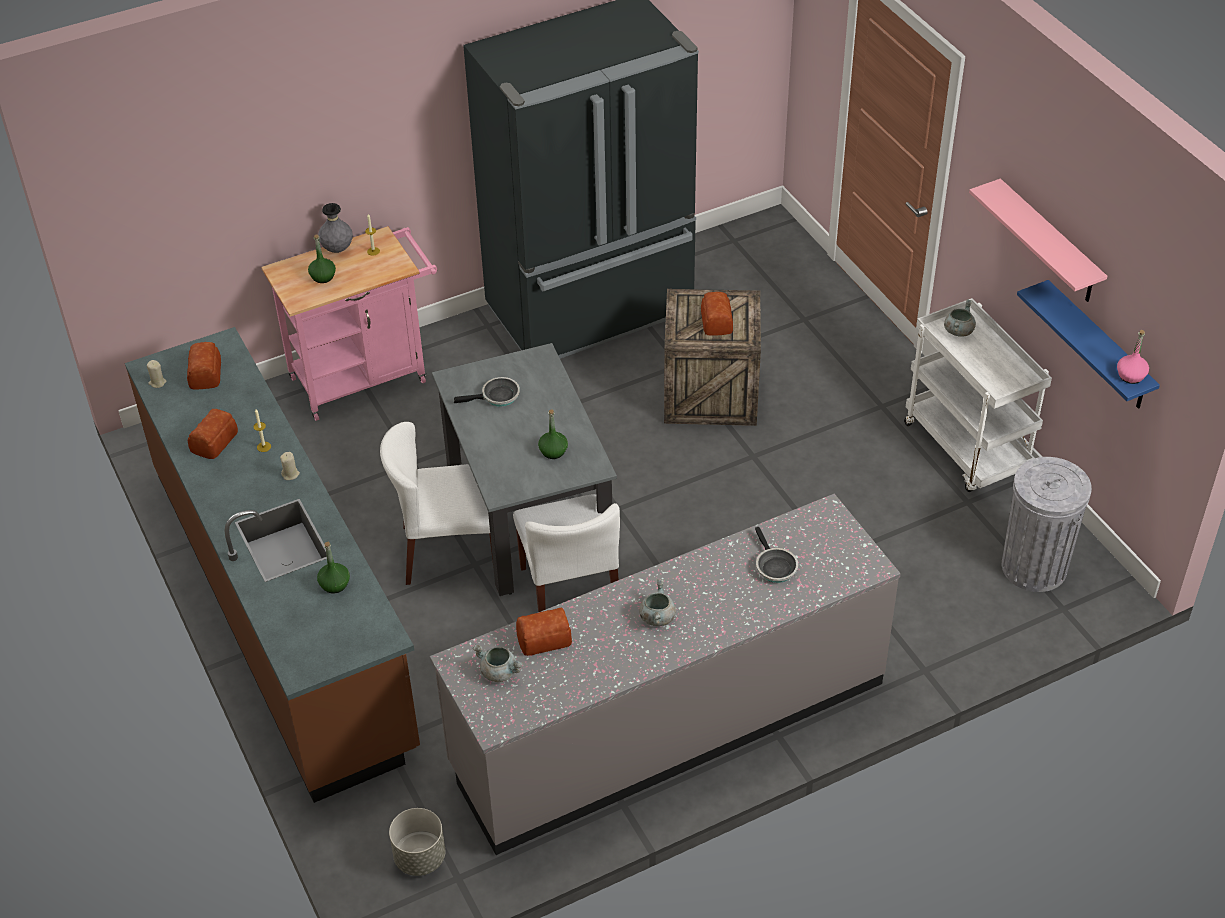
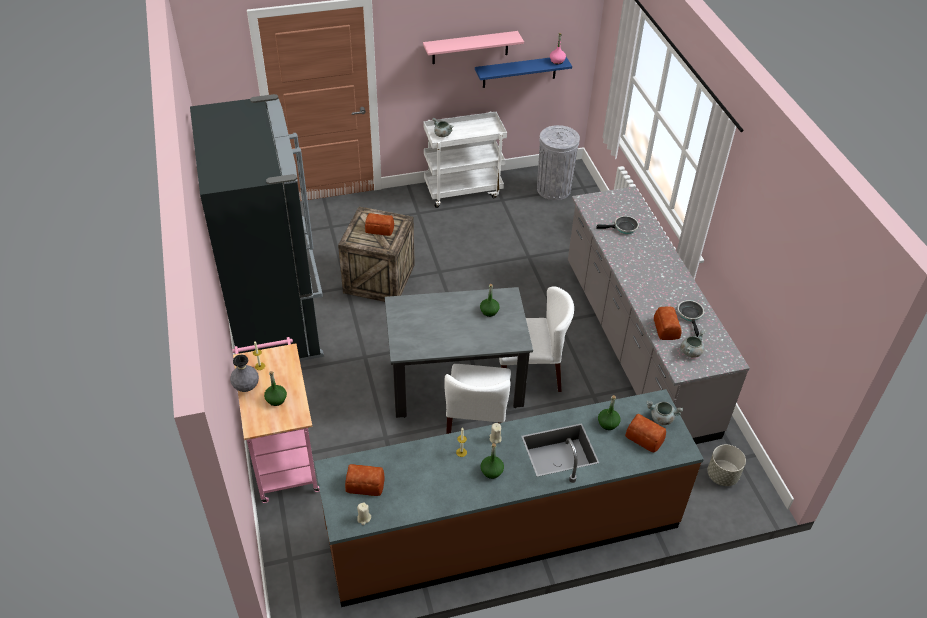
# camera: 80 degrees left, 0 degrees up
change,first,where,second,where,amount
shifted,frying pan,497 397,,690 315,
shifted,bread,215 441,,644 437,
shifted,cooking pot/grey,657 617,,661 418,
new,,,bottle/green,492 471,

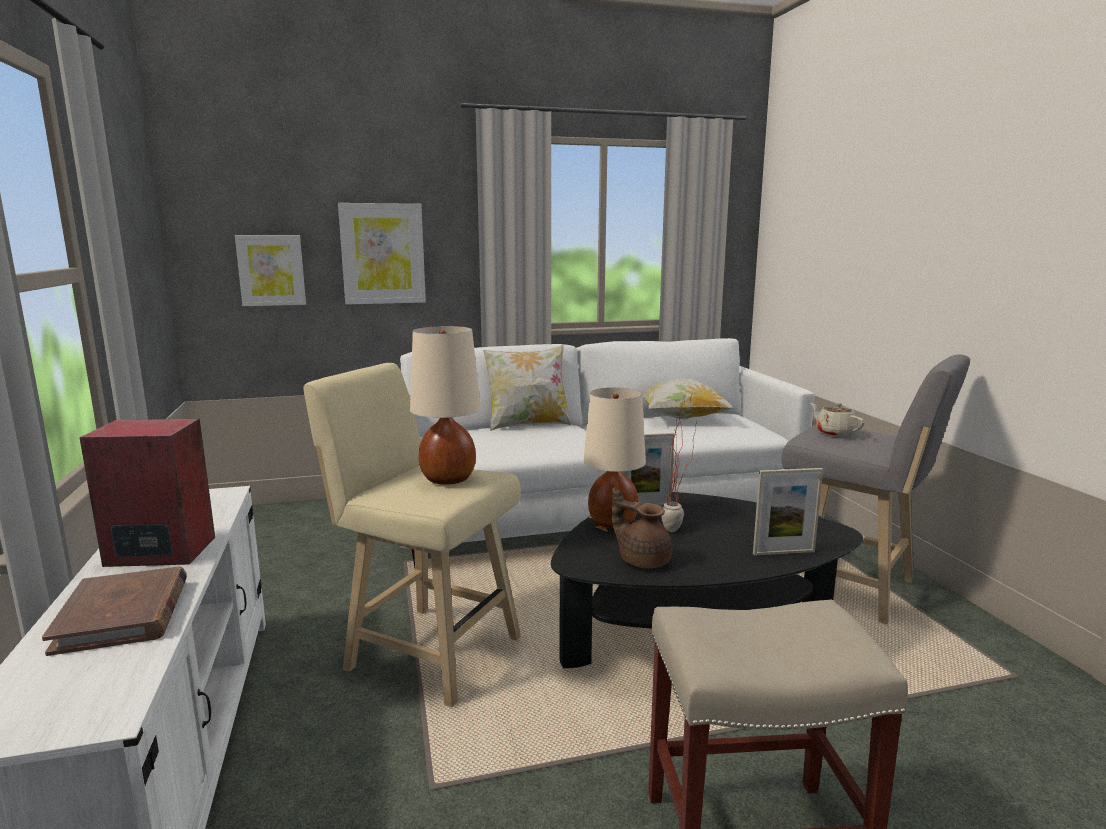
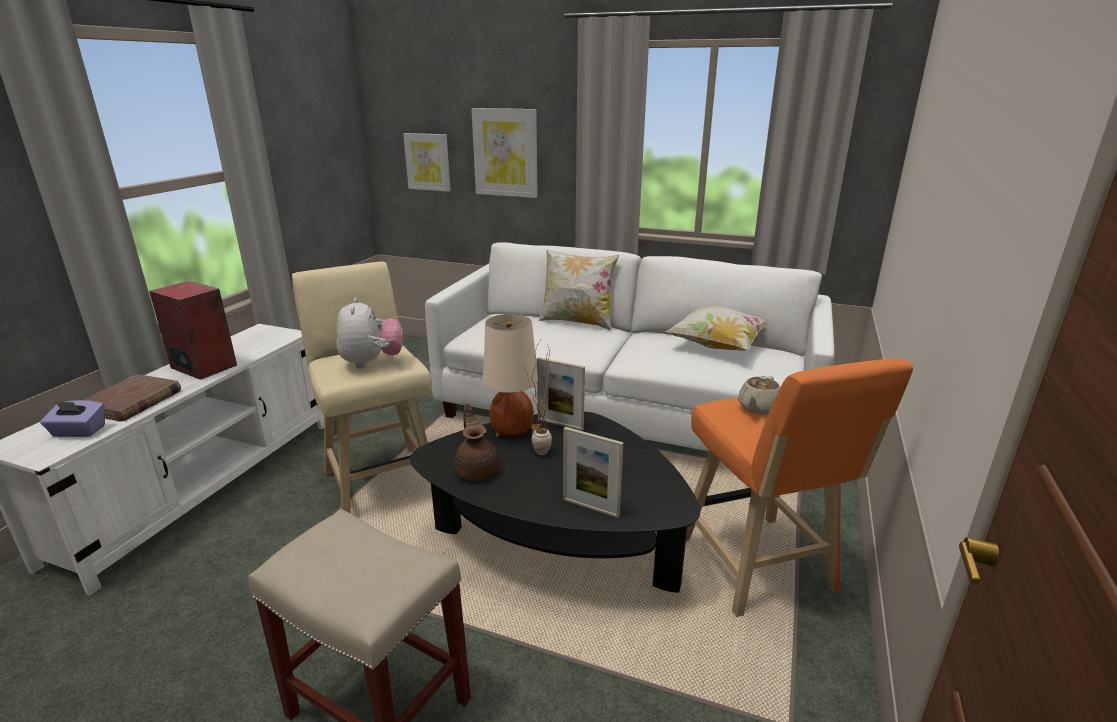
# camera: 35 degrees right, 10 degrees up
change,first,where,second,where,amount
swapped,table lamp/beige,447 479,plush toy,372 362,
repainted,stool/grey,852 588,stool/orange,760 570,
rotated,teapot/beige,834 433,,758 408,150 degrees counterclockwise
new,,,tissue box/purple,79 431,

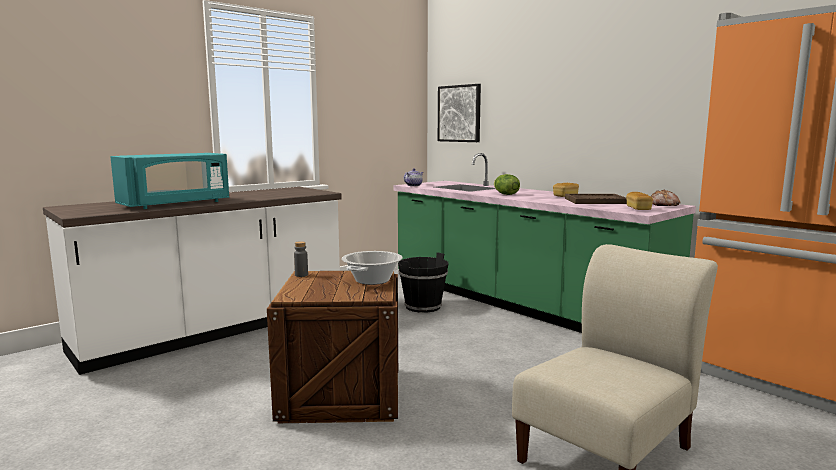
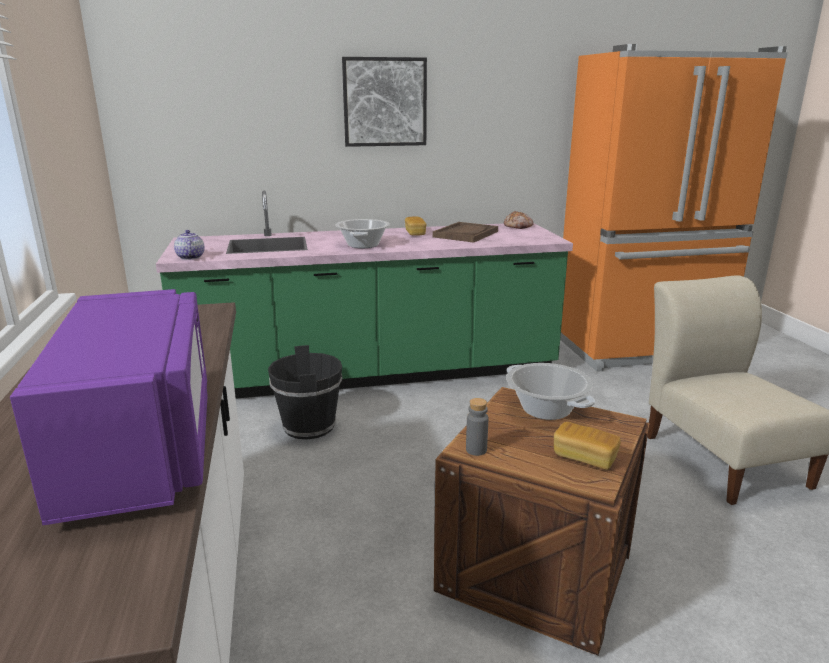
# camera: 60 degrees left, 10 degrees up
change,first,where,second,where,amount
shifted,picture,459 113,,384 102,
repainted,microwave/turquoise,176 204,microwave/purple,142 446,
swapped,lettuce,505 194,cooking pot,363 245,
shifted,bread,638 208,,584 458,

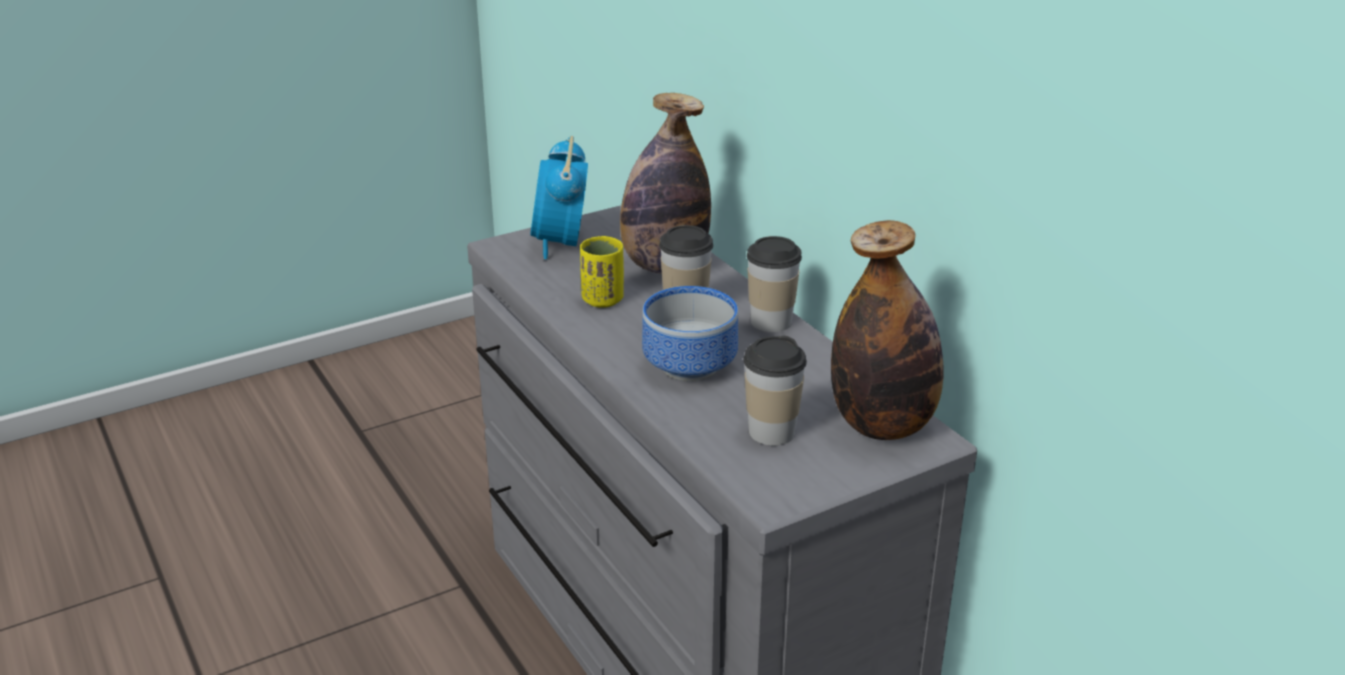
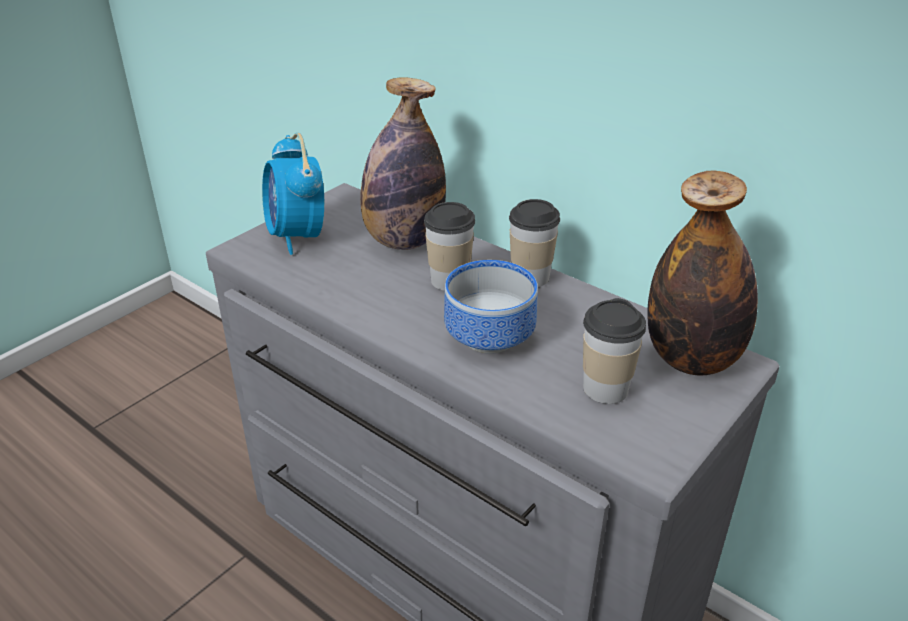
# camera: 20 degrees left, 5 degrees up
change,first,where,second,where,amount
gone,cup/yellow,603 300,,,

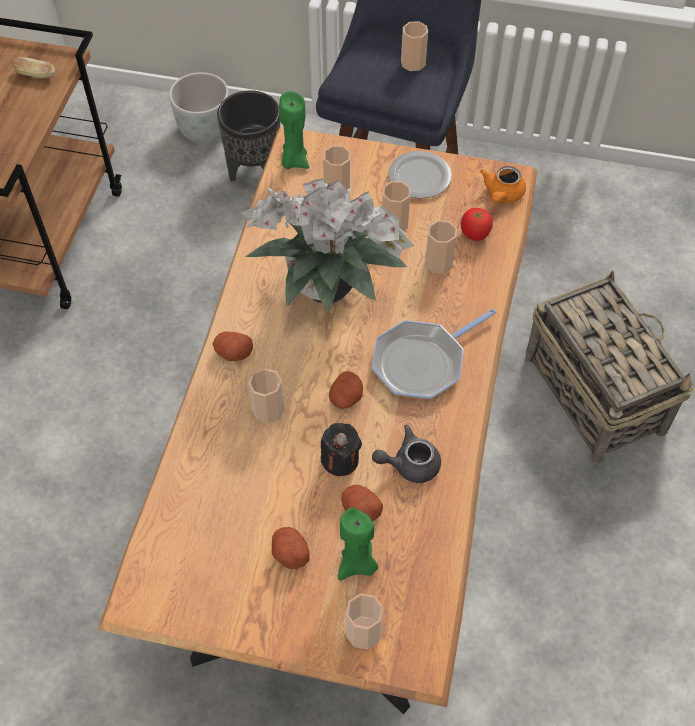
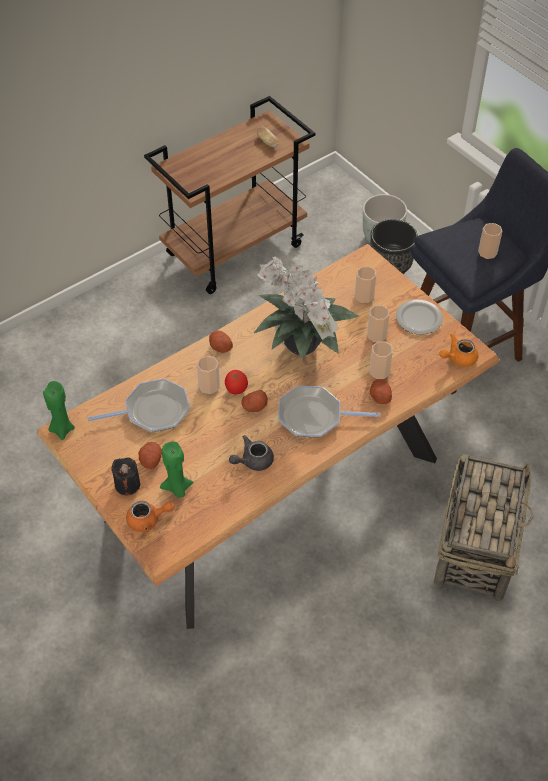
# camera: 40 degrees right, 5 degrees down
change,first,where,second,where,amount
shifted,candle/green,294 161,,62 429,
shifted,tomato,474 234,,236 389,
shifted,candle/black,340 460,,127 484,
rotated,teapot/grey,409 464,,252 461,60 degrees counterclockwise
shifted,potato,360 509,,380 396,
swapped,cup,363 632,teapot/orange,148 520,
new,,,frying pan,153 411,

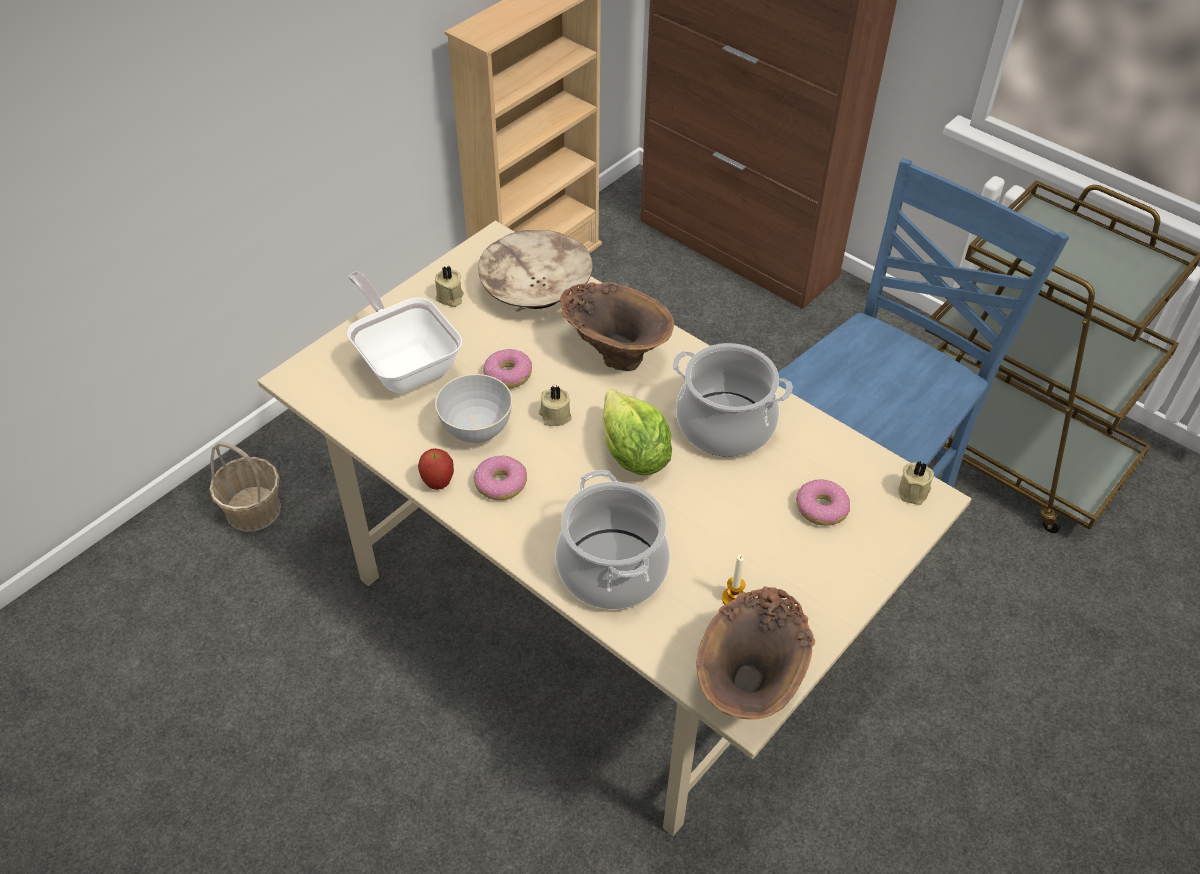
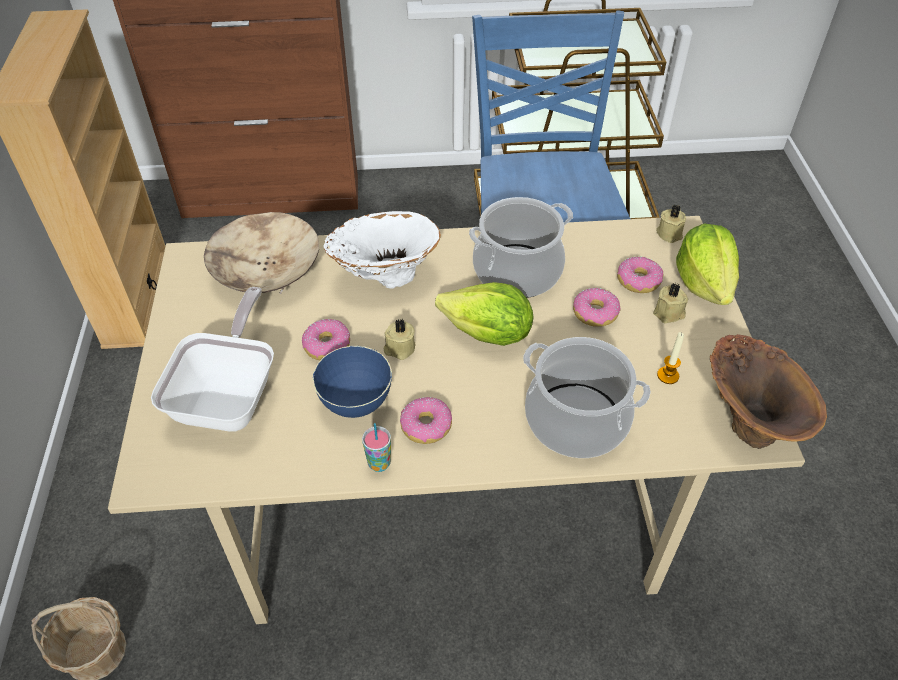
# camera: 45 degrees left, 0 degrees up
change,first,where,second,where,amount
shifted,candle/beige,450 298,,669 313,
rotated,frying pan,405 362,,230 396,90 degrees clockwise
repainted,vase/brown,615 353,vase/white,385 276,
repainted,bowl/grey,476 430,bowl/blue,356 402,
swapped,apple,438 483,cup,379 464,
new,,,lettuce,704 283,
new,,,donut,595 313,

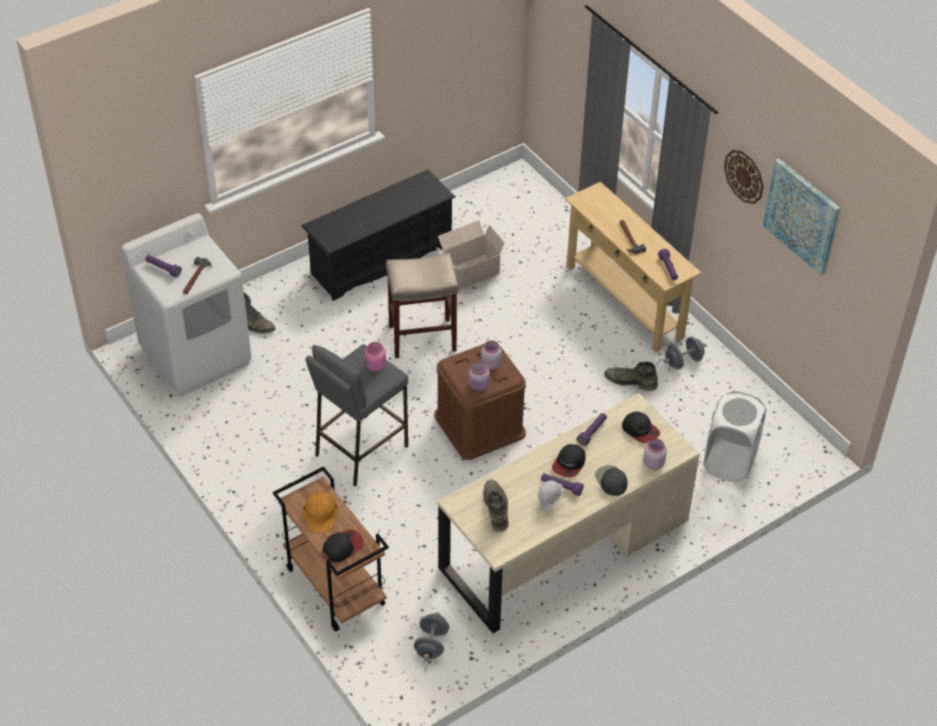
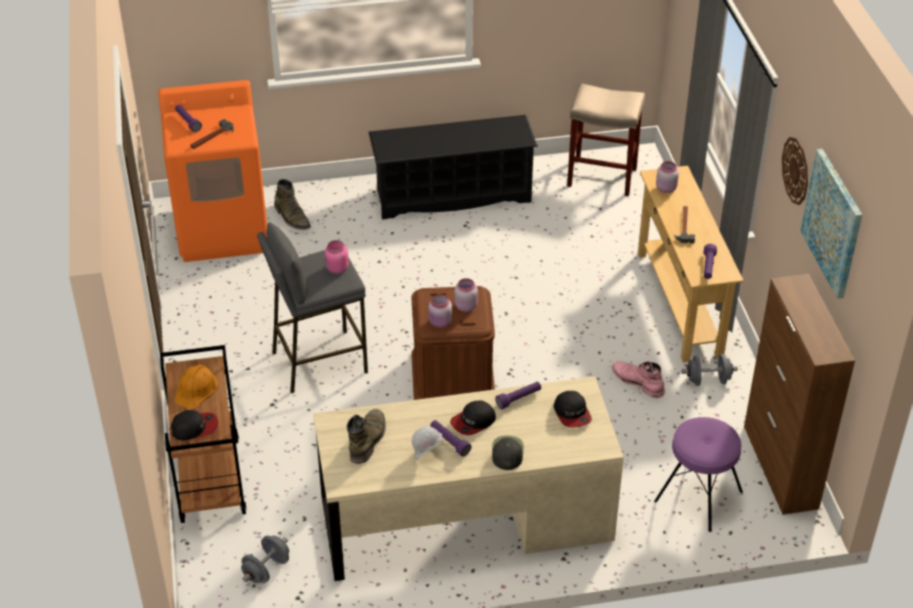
# camera: 25 degrees right, 5 degrees down
change,first,where,second,where,amount
repainted,washing machine/white,196 355,washing machine/orange,223 230,
gone,cardboard box,469 272,,,
shifted,stool/beige,423 337,,603 177,
repainted,boot/green,630 381,boot/pink,638 382,
swapped,laundry basket/white,729 462,stool/purple,698 496,
shifted,jar/pink,653 463,,666 188,
new,,,cabinet/brown,780 467,

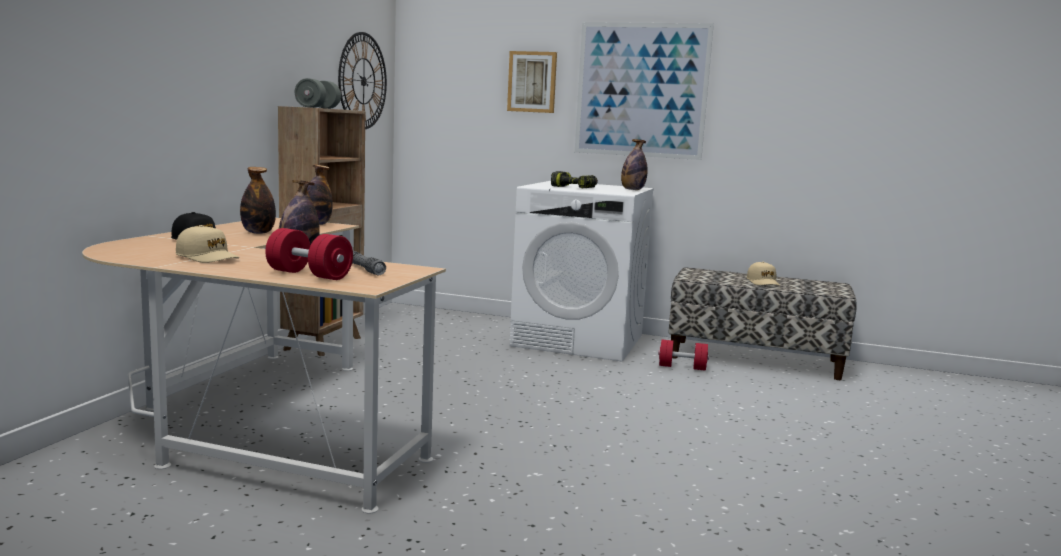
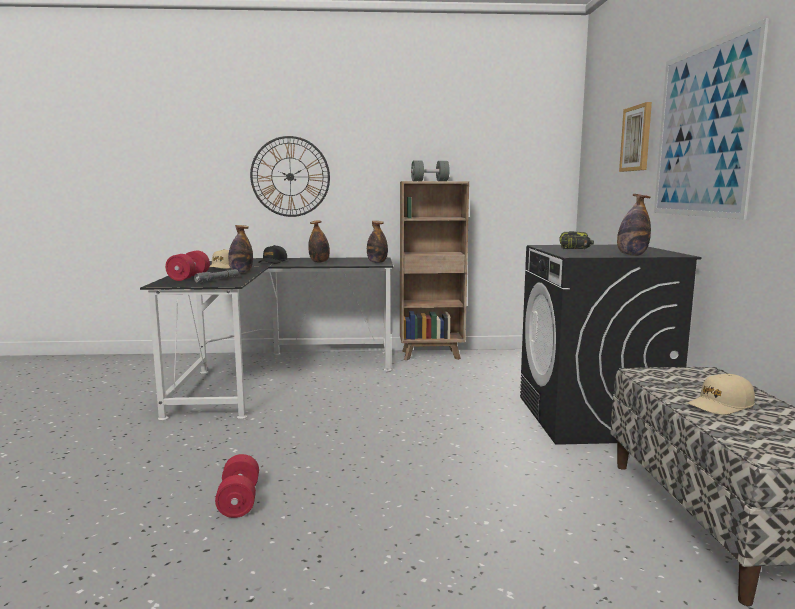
# camera: 70 degrees right, 0 degrees up
change,first,where,second,where,amount
shifted,wall clock,363 81,,290 176,
repainted,washing machine/white,579 340,washing machine/black,592 418,
repainted,desk/beige,259 422,desk/black,274 373,
shifted,dumbbell/red,682 367,,239 501,

